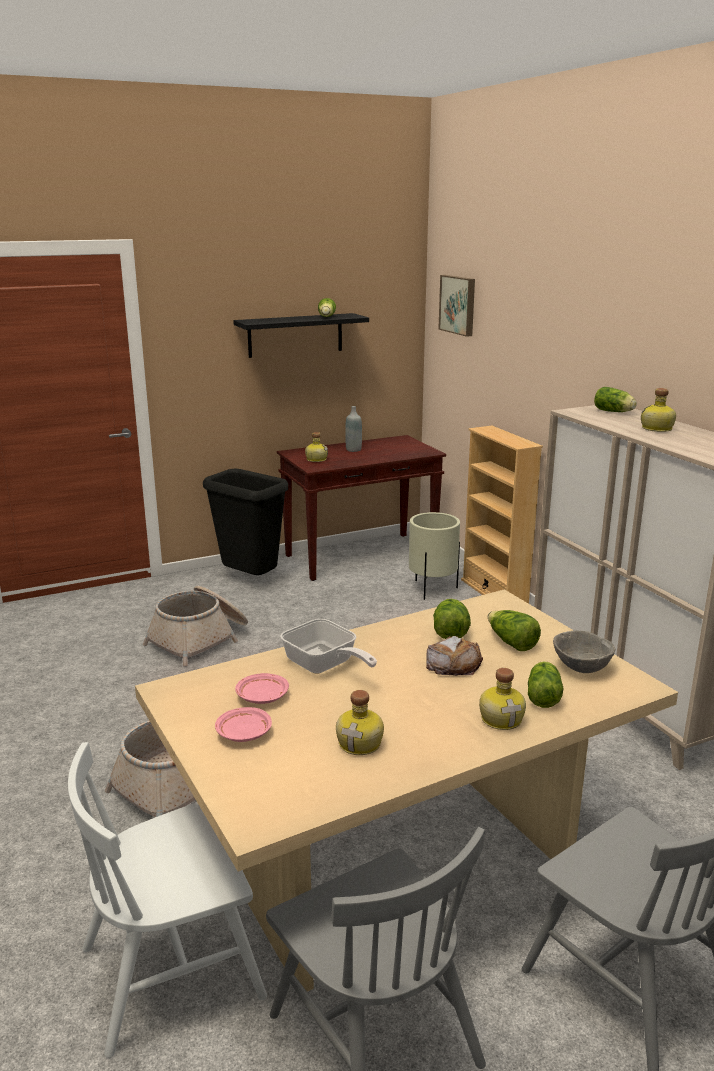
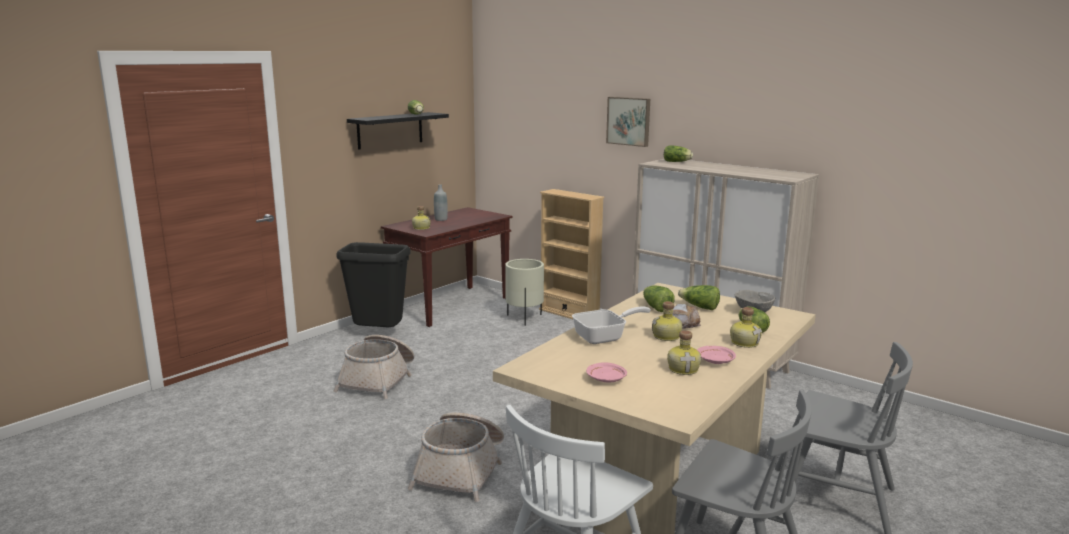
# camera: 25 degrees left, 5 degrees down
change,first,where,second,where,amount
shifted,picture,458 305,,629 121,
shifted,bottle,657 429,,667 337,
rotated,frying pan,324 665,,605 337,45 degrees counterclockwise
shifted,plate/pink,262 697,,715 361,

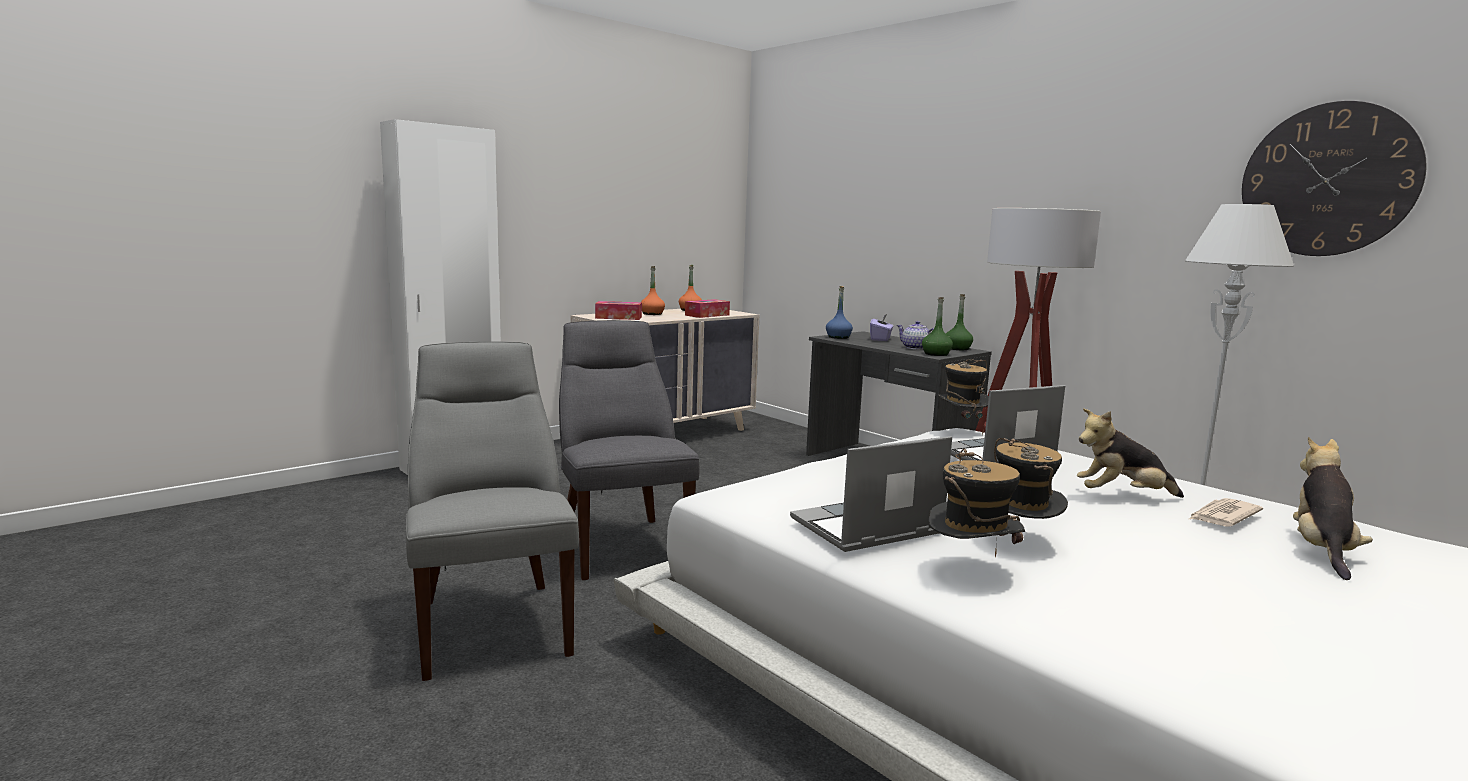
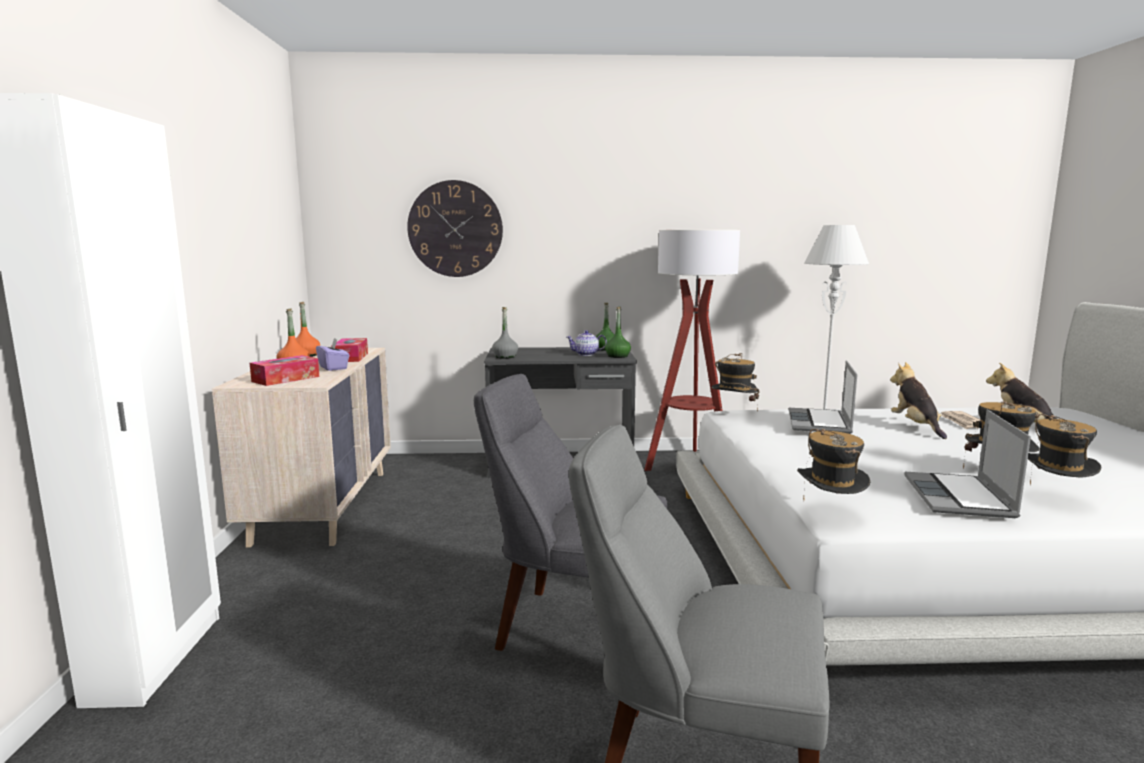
# camera: 50 degrees left, 0 degrees up
change,first,where,second,where,amount
shifted,wall clock,1328 180,,455 229,
repainted,bottle/blue,838 337,bottle/grey,505 357,
shifted,tissue box/purple,880 339,,333 368,
rotated,plush toy,1122 496,,916 427,135 degrees clockwise
new,,,hat,829 513,

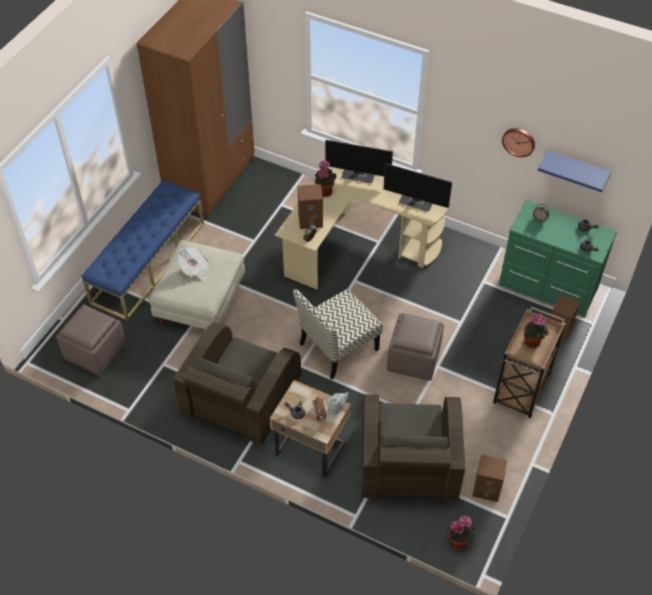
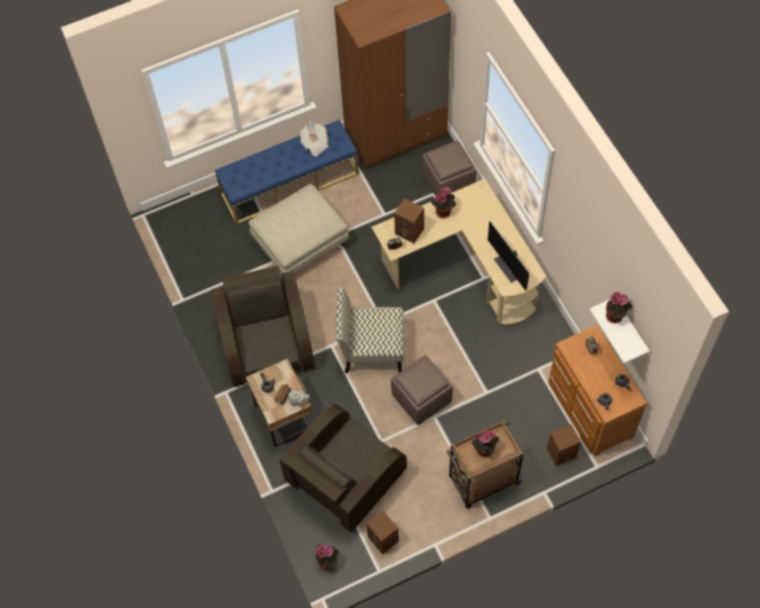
# camera: 40 degrees right, 10 degrees up
change,first,where,second,where,amount
gone,wall clock,519 141,,,
gone,monitor,359 174,,,
repainted,shelf/blue,576 169,shelf/white,630 329,
repainted,dresser/green,548 288,dresser/brown,588 410,
shifted,newspaper,195 269,,315 144,
shifted,ottoman/brown,95 351,,448 181,
rotated,armchair/brown,240 398,,267 343,105 degrees clockwise
new,,,potted plant,615 317,

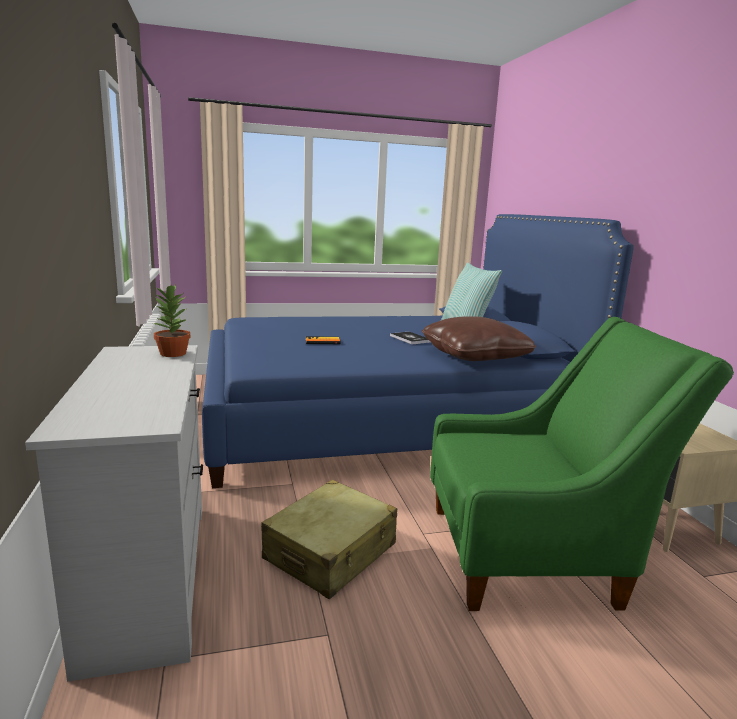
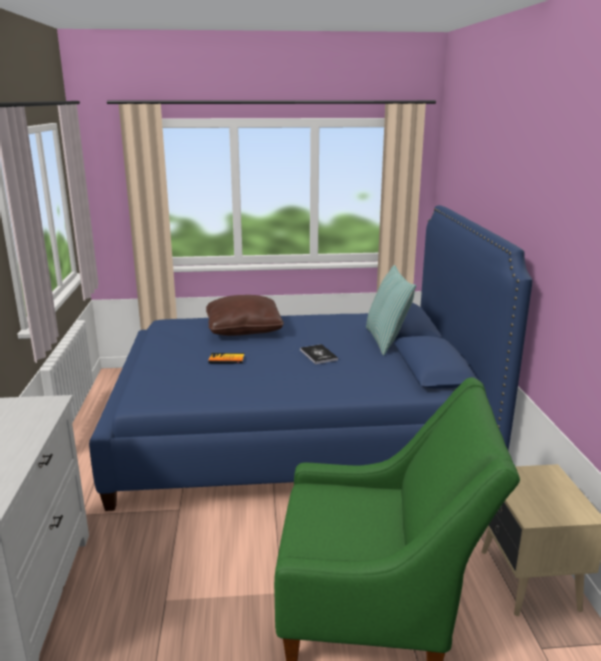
# camera: 10 degrees right, 5 degrees up
change,first,where,second,where,amount
gone,potted plant,172 354,,,
shifted,pillow/brown,474 356,,244 329,
gone,suitcase/beige,331 552,,,

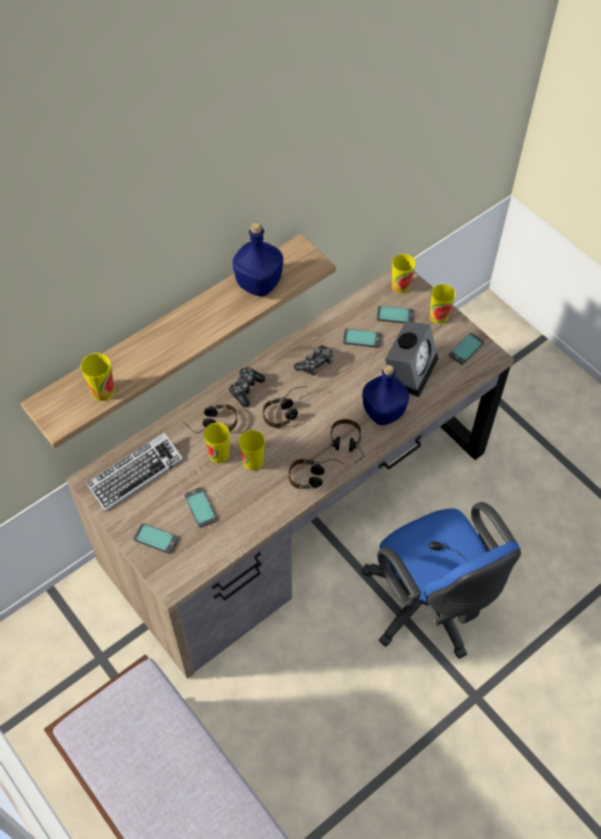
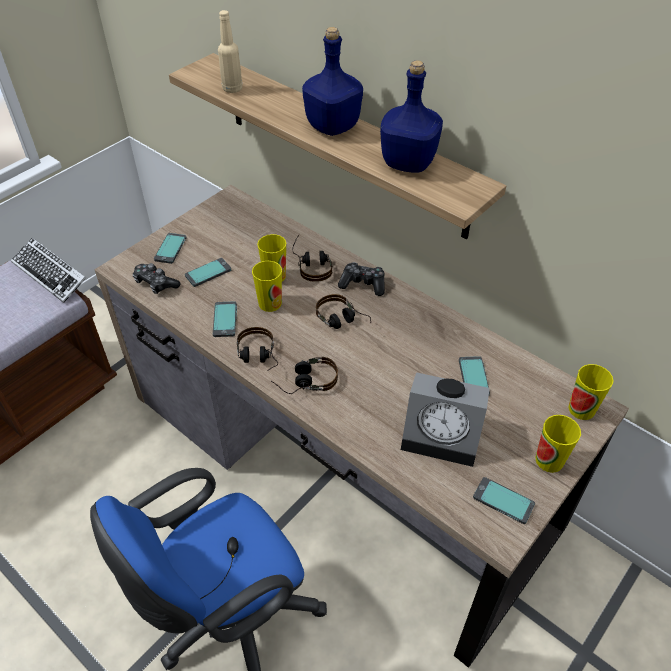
# camera: 80 degrees right, 10 degrees down
change,first,where,second,where,amount
shifted,phone,395 315,,225 320,
shifted,game controller,315 364,,155 283,
swapped,cup,103 391,bottle/beige,232 89,
shifted,bottle/blue,382 411,,333 126,
shifted,keyboard,135 474,,50 274,

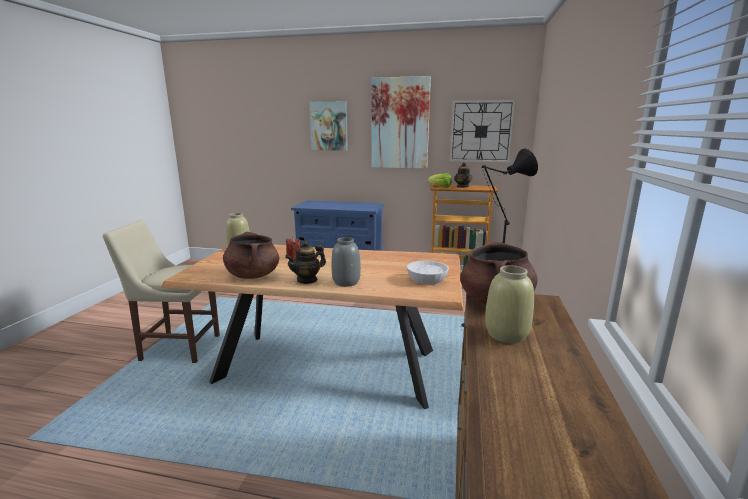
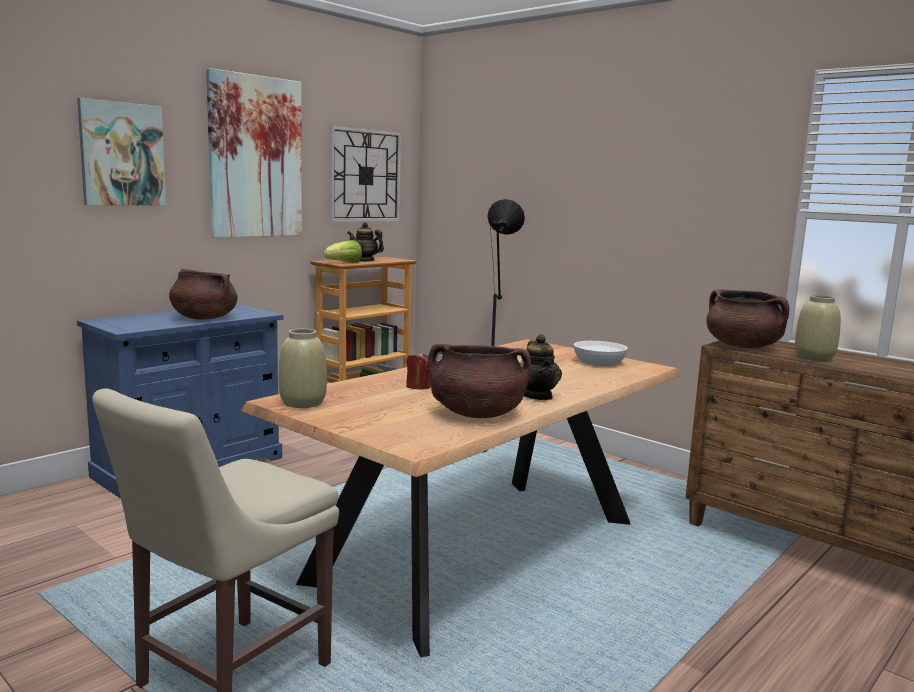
# camera: 60 degrees left, 5 degrees down
change,first,where,second,where,amount
gone,vase/grey,346 282,,,
new,,,cooking pot/brown,203 318,

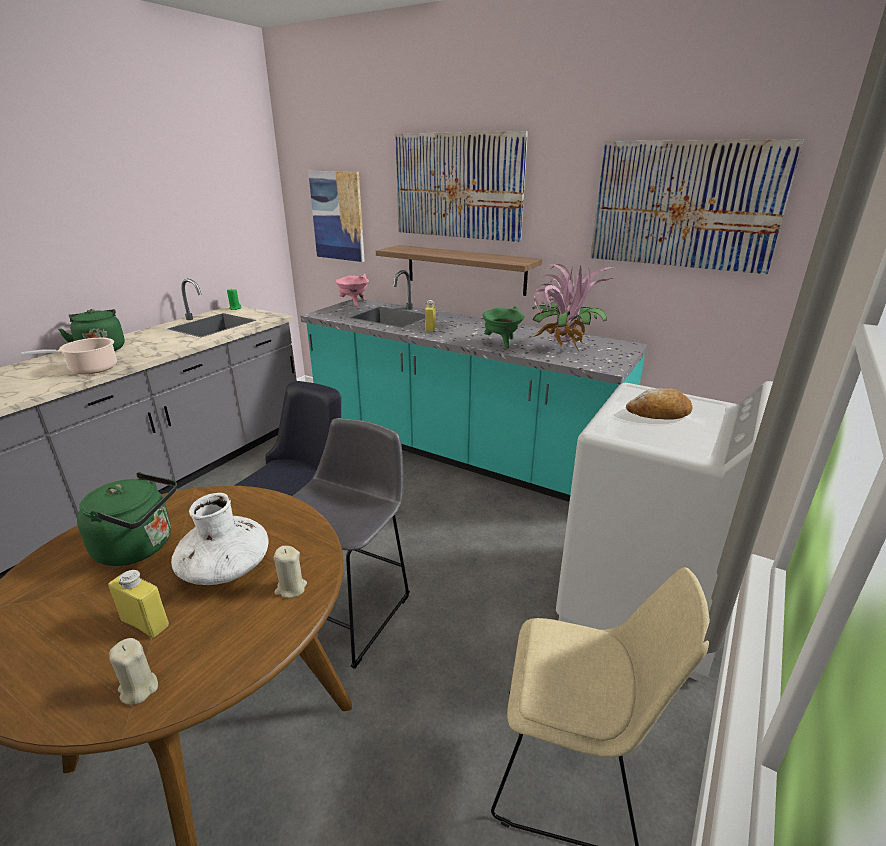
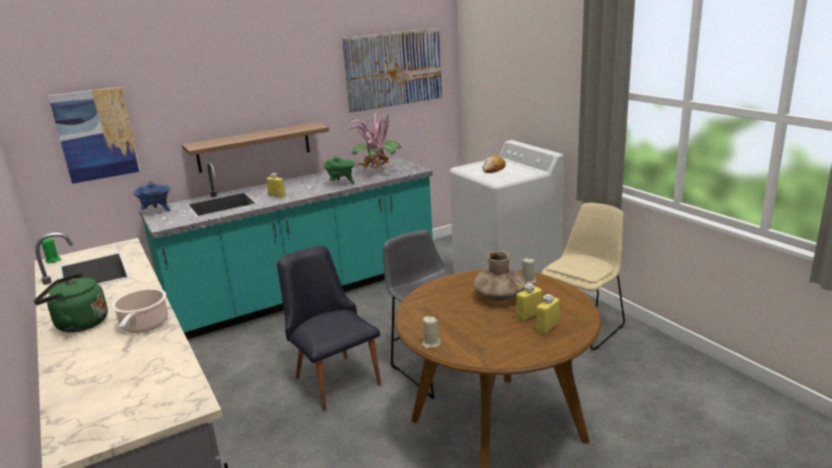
# camera: 60 degrees left, 5 degrees down
change,first,where,second,where,amount
gone,picture,458 186,,,
repainted,cooking pot/pink,353 303,cooking pot/blue,157 211,
gone,kettle/green,140 547,,,
repainted,vase/white,225 569,vase/brown,499 296,
shifted,candle/beige,138 689,,431 344,
new,,,bottle/yellow,547 328,

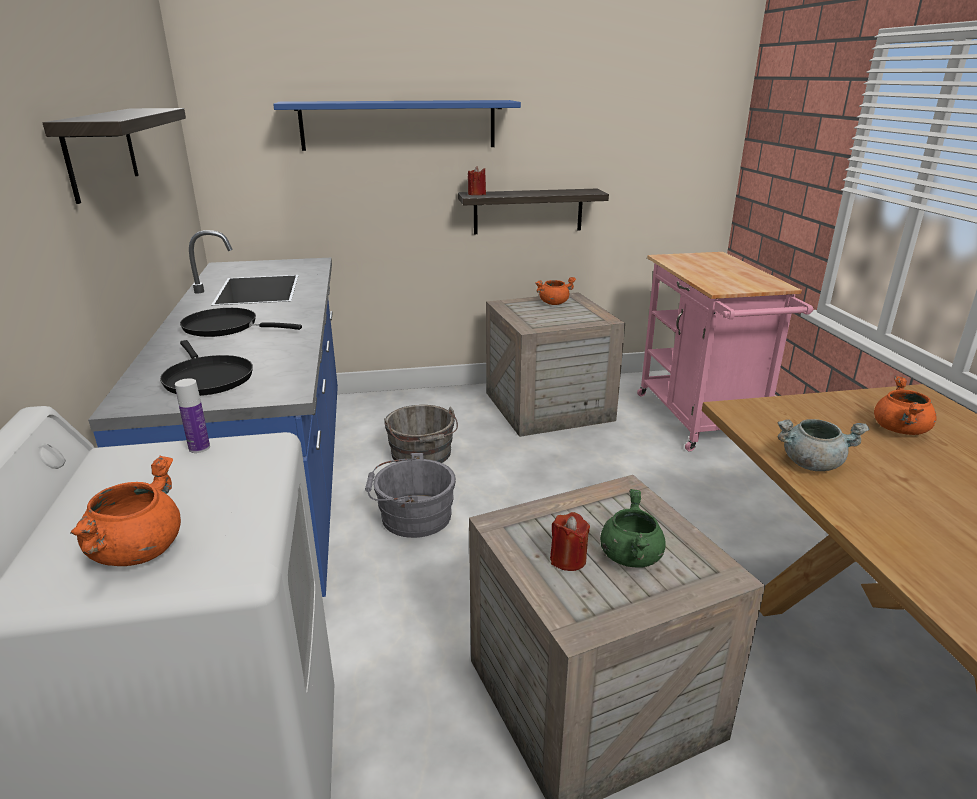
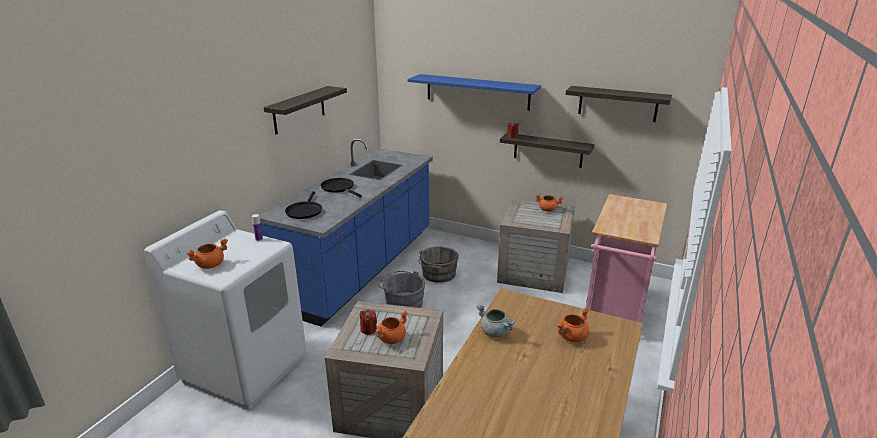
# camera: 35 degrees right, 0 degrees up
change,first,where,second,where,amount
repainted,cooking pot/green,630 556,cooking pot/orange,391 338,
new,,,shelf,617 104,

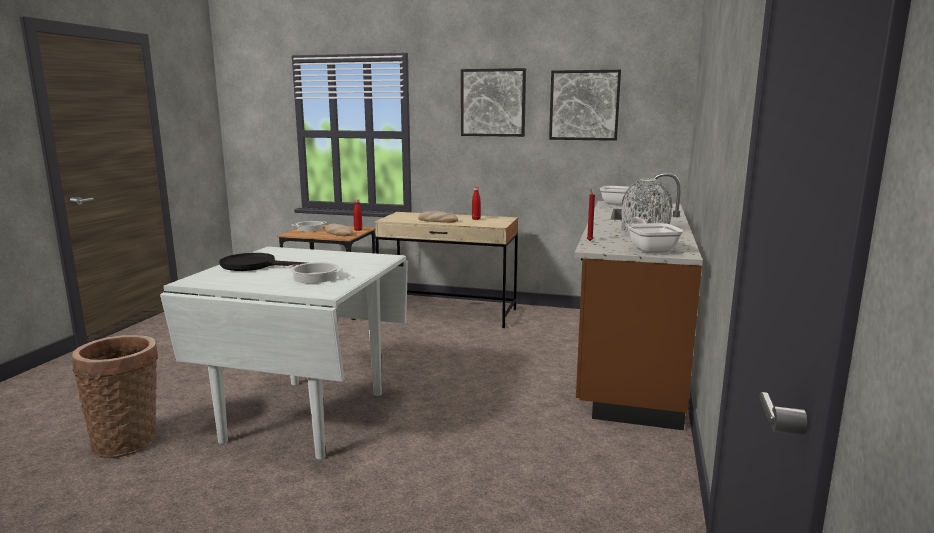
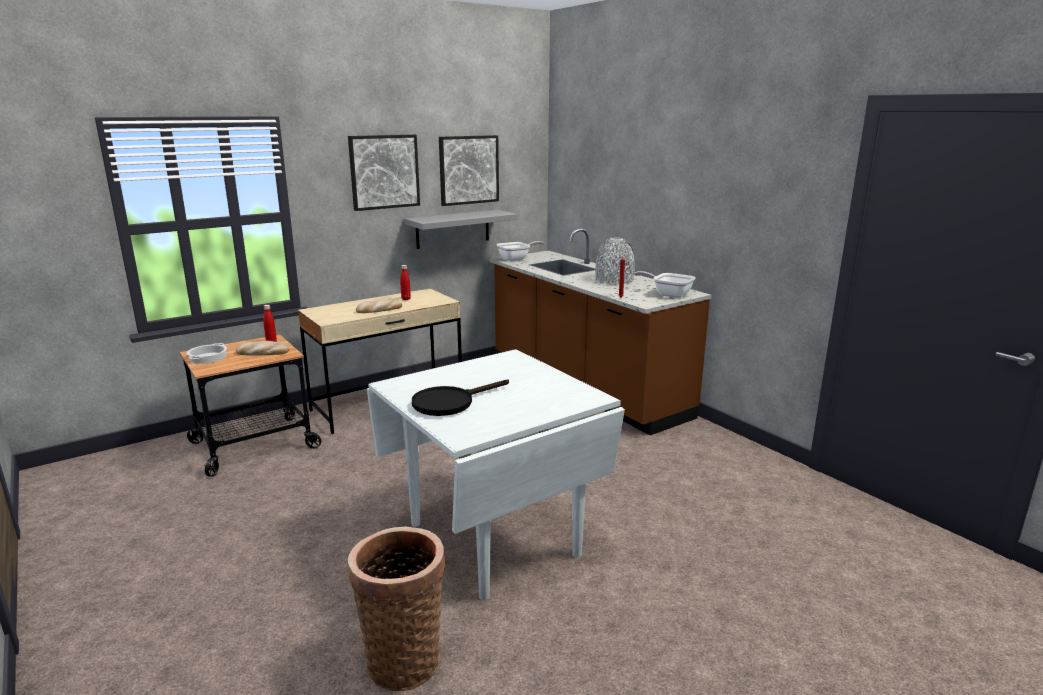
# camera: 50 degrees left, 5 degrees up
change,first,where,second,where,amount
gone,cooking pot,315 277,,,
new,,,shelf/grey,453 229,

